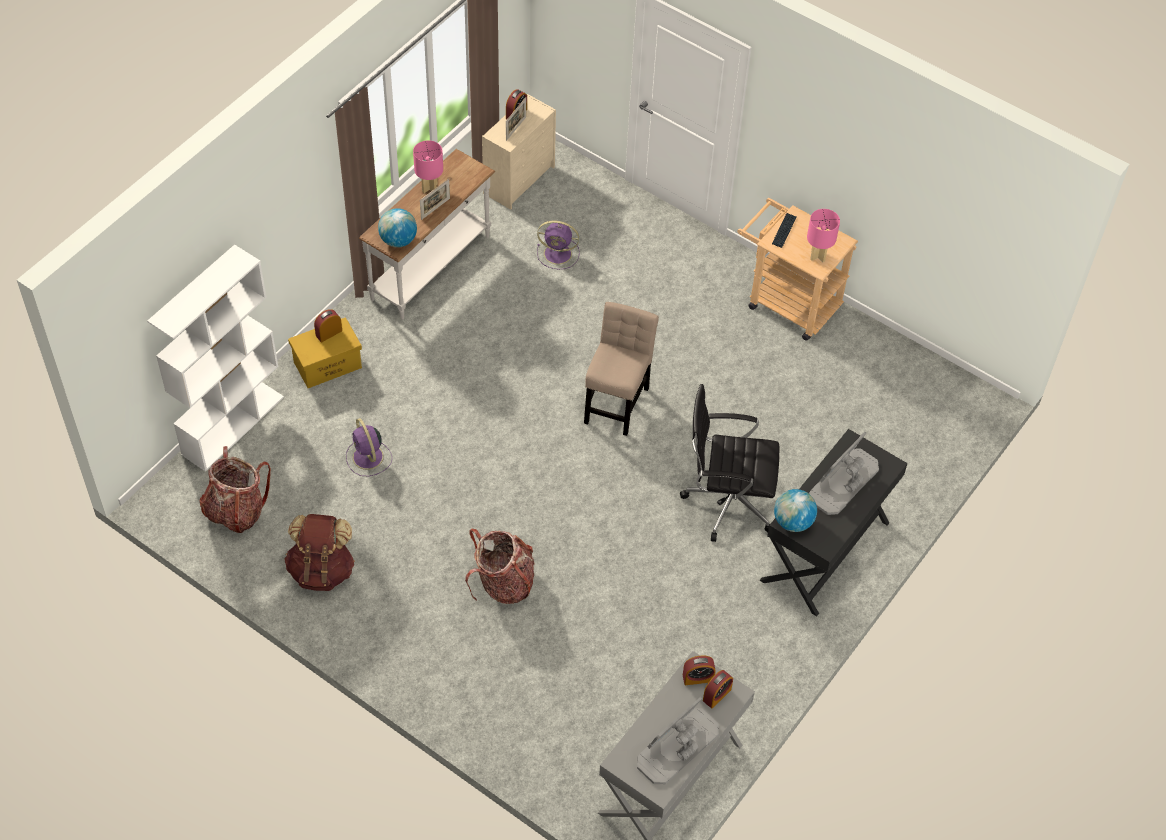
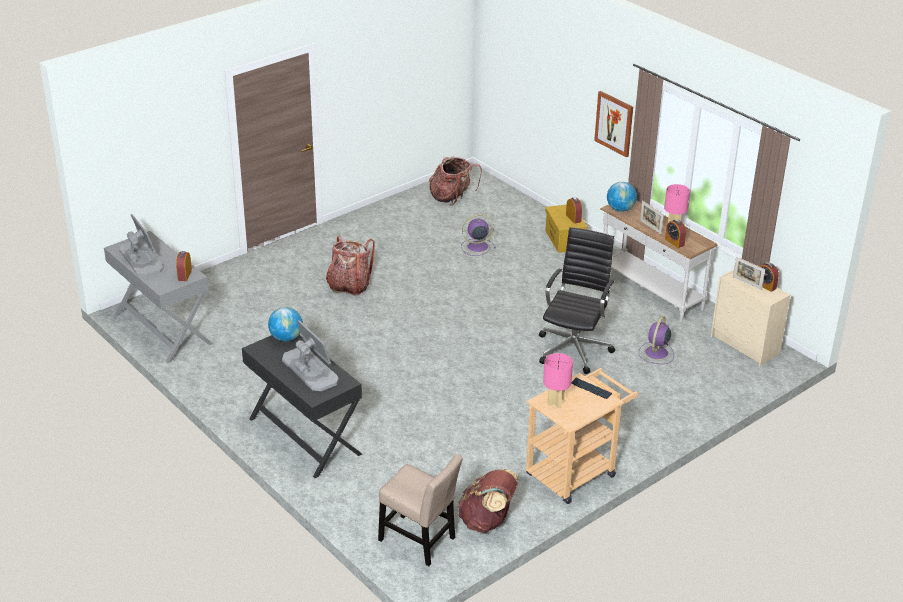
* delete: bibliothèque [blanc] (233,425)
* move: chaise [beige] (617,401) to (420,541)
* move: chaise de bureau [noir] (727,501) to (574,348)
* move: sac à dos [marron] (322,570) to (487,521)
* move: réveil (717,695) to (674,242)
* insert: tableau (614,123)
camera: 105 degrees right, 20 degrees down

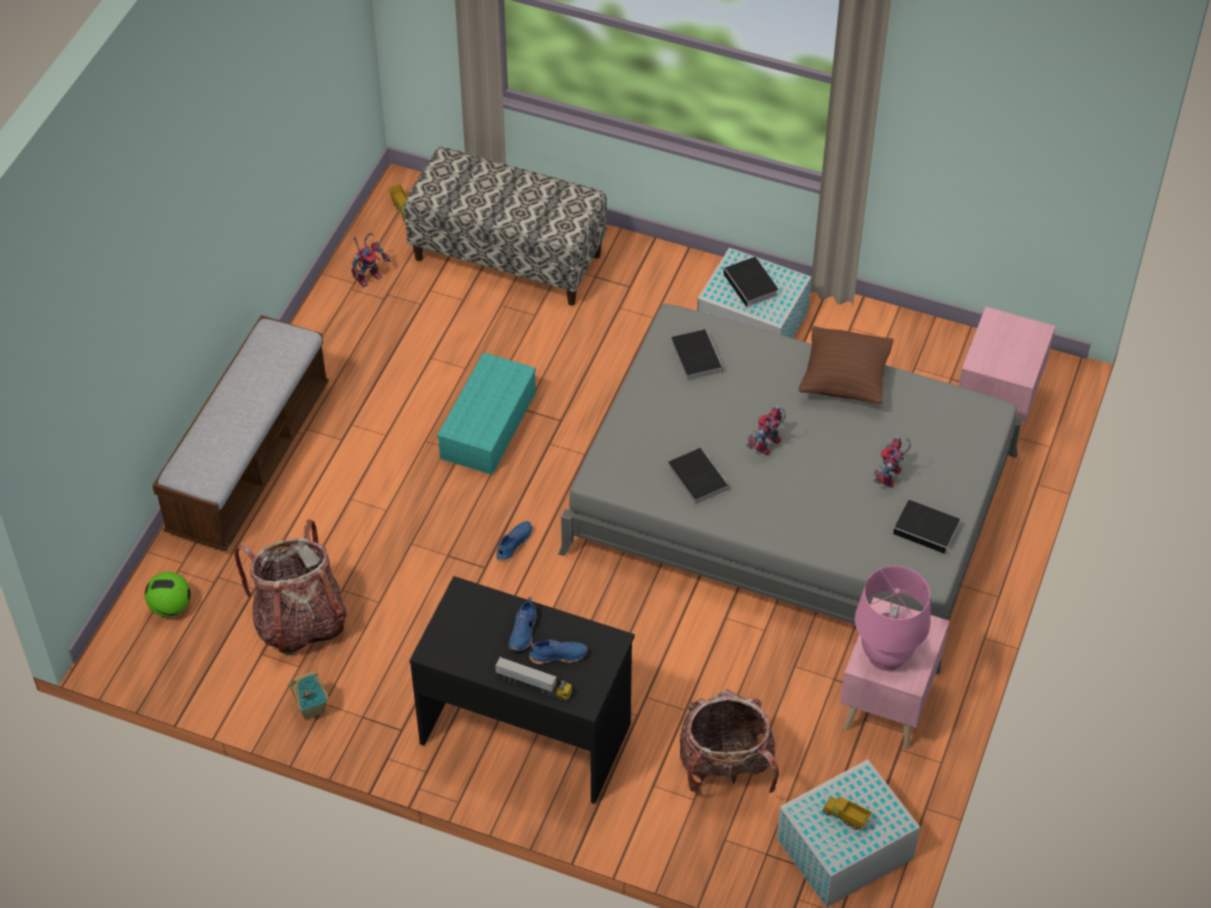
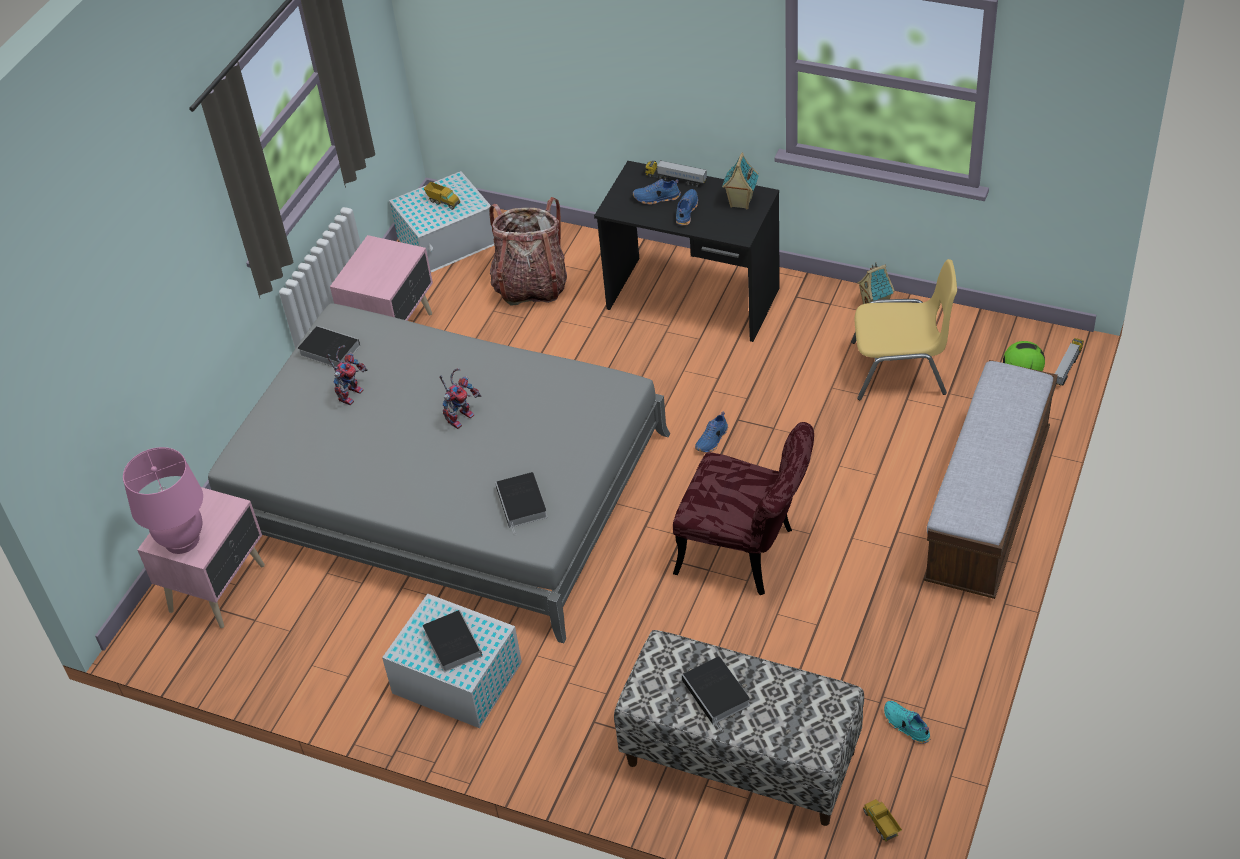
* replace: robot jouet (369,276) to chaussure [turquoise] (905,726)
* delete: coussin [marron] (844,380)
* replace: boîte de rangement [turquoise] (487,423) to chaise [rouge] (747,553)
* move: livre (696,478) to (717,694)
* replace: sac à dos (300,621) to chaise [jaune] (900,369)
* move: lampe de table [rose] (886,655) to (182,540)
* insert: maison miniature (740,203)
* insert: camion jouet (1067,367)
camera: 175 degrees left, 5 degrees down

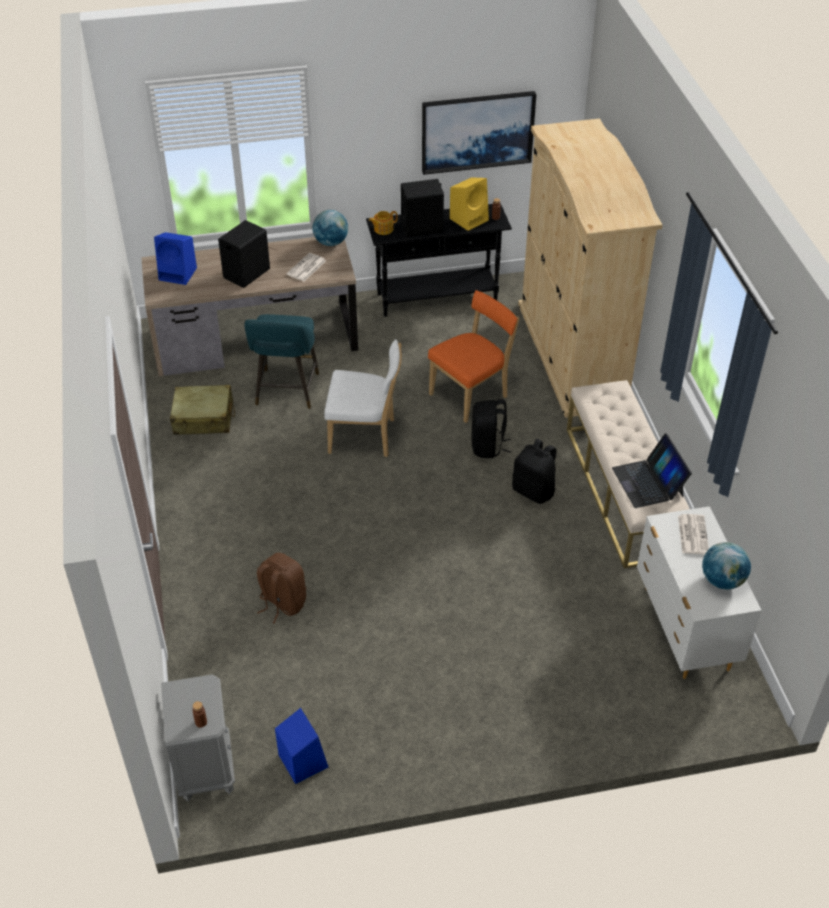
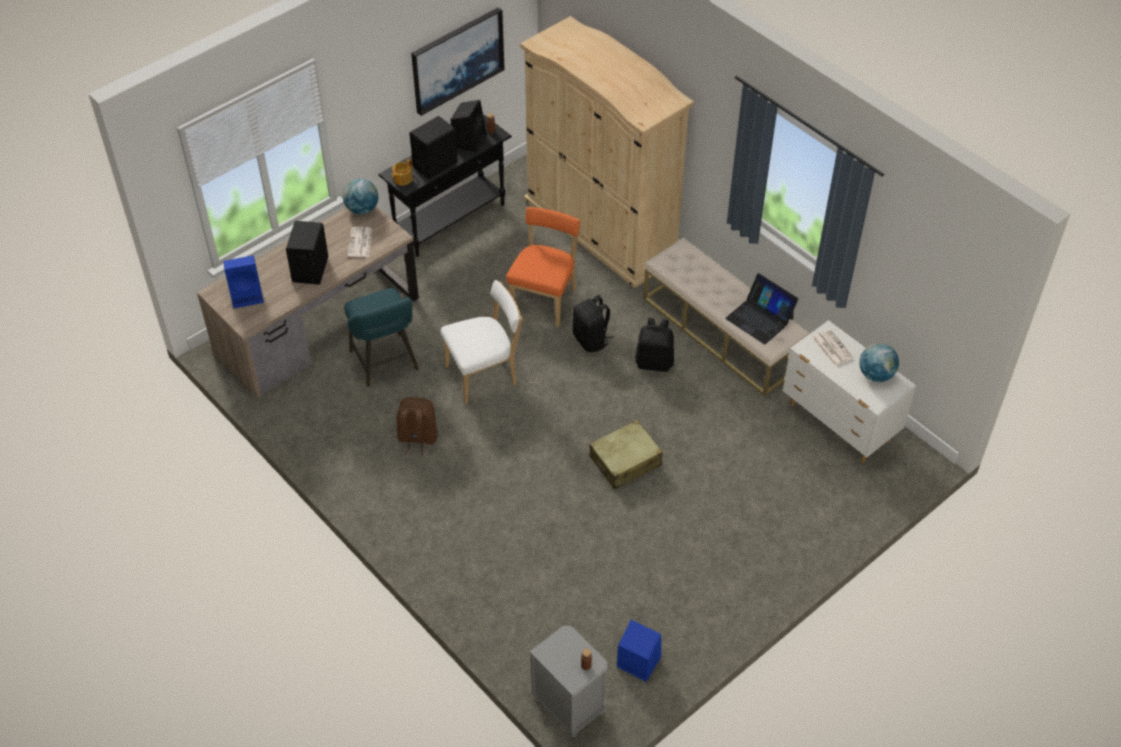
* recolor: enceinte [jaune] (469,219) to enceinte [noir] (469,140)
* move: valise [beige] (204,418) to (625,461)
* move: sac à dos [marron] (282,603) to (417,439)
camera: 30 degrees left, 5 degrees up

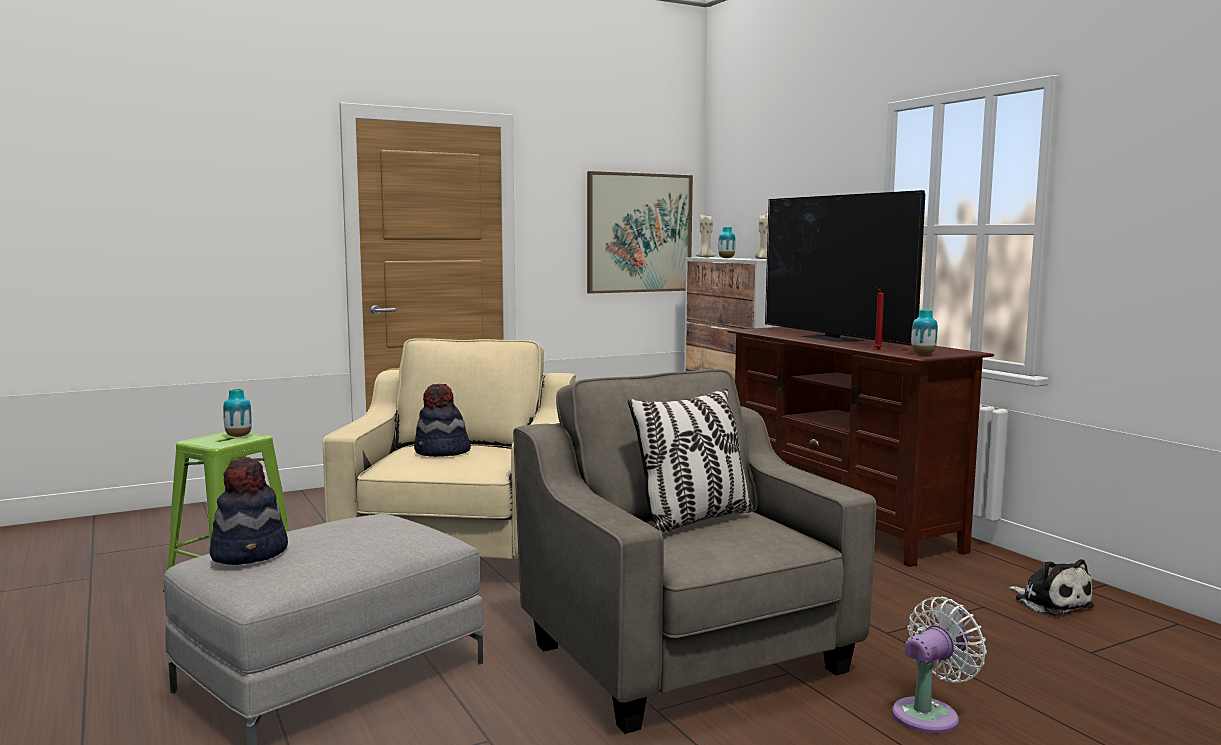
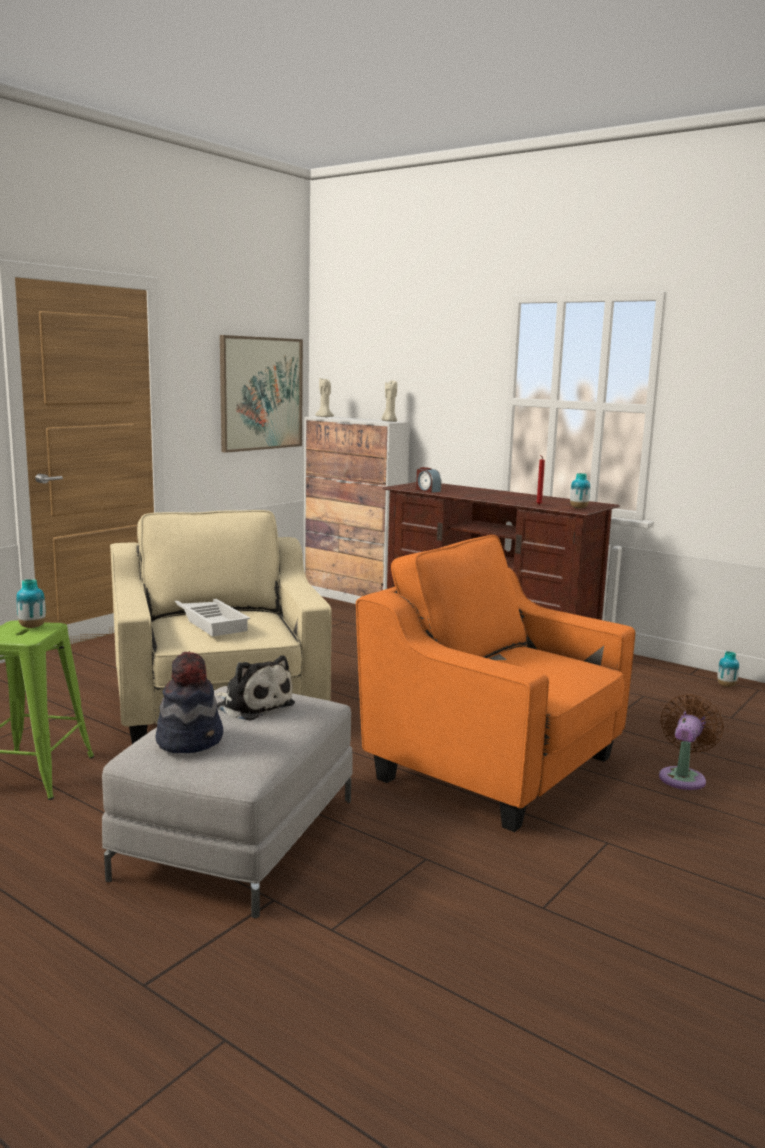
* delete: téléviseur (833,338)
* move: vase (726,258) to (726,686)
* recolor: fauteuil [gris] (688,656) to fauteuil [orange] (495,767)
* replace: chapeau (442,452) to plateau [blanc] (212,621)
* delete: coussin (693,521)
* move: peluche (1050,602) to (253,705)
* recolor: ventilateur [blanc] (930,714) to ventilateur [marron] (683,777)
* insert: réveil (427,490)
camera: 25 degrees left, 5 degrees up

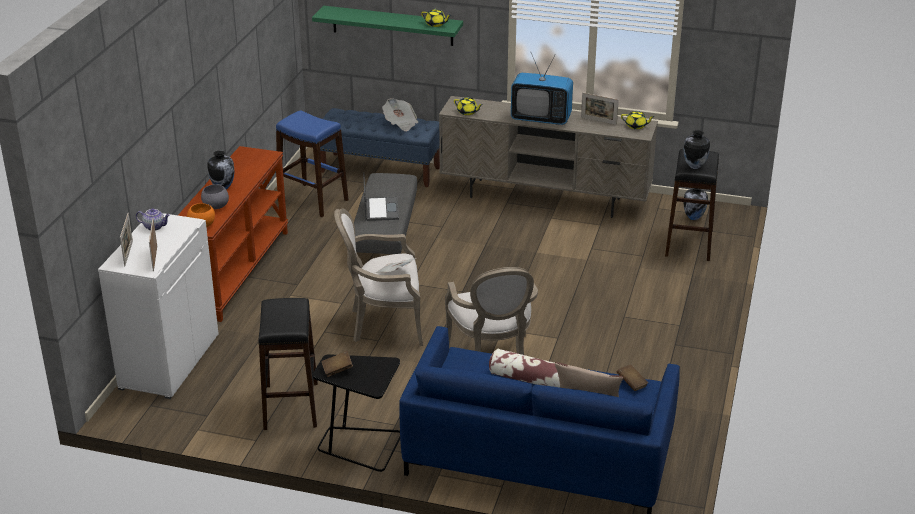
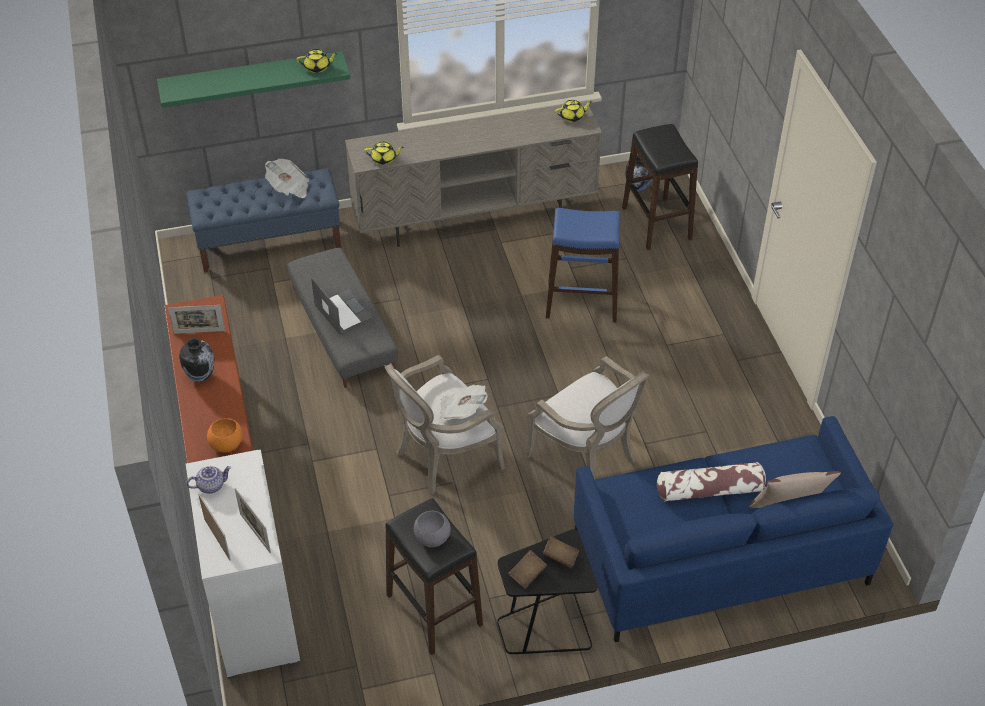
* delete: téléviseur (541,118)
* move: cadre photo (598,121) to (199,332)
* move: tabouret [bleu] (313,200) to (582,302)
* delete: vase (694,166)
* move: bol [gris] (215,206) to (431,537)
* move: livre [marron] (631,384) to (560,557)
camera: 30 degrees left, 15 degrees up

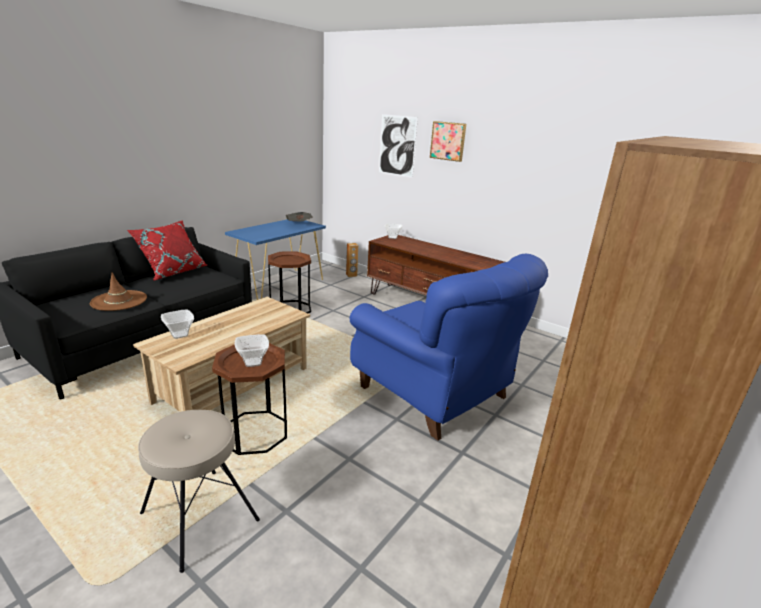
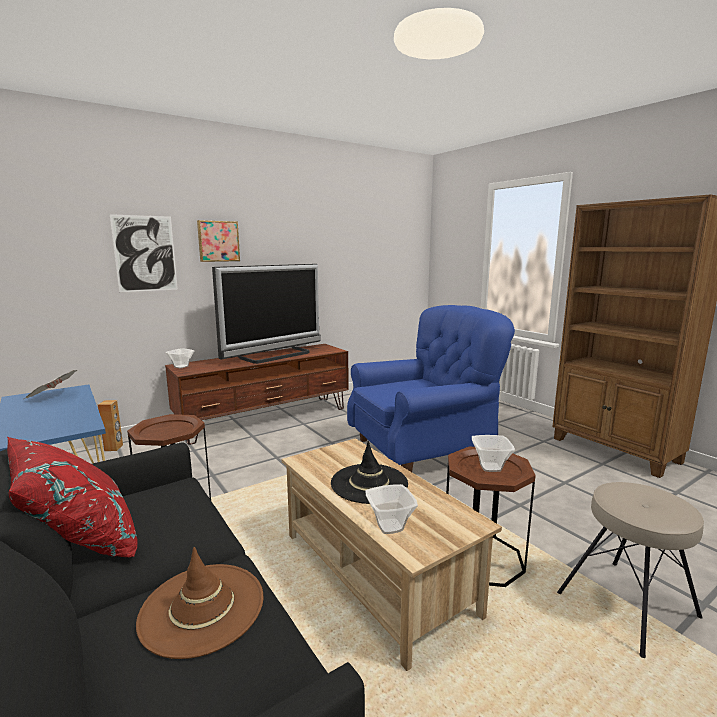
* insert: téléviseur (276,355)
* insert: chapeau [noir] (369,483)
camera: 70 degrees left, 10 degrees down

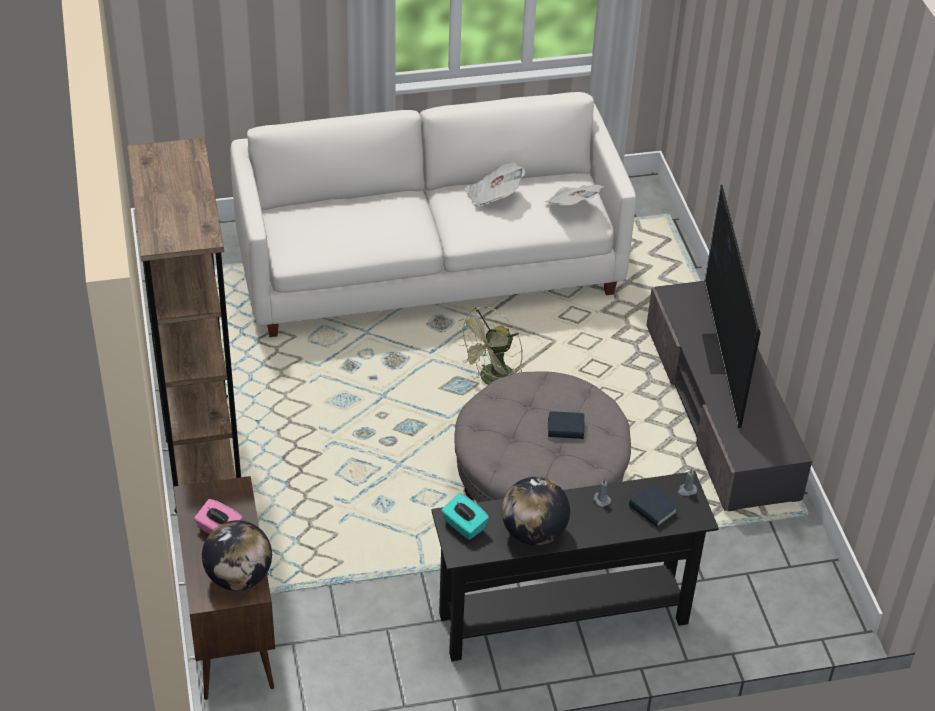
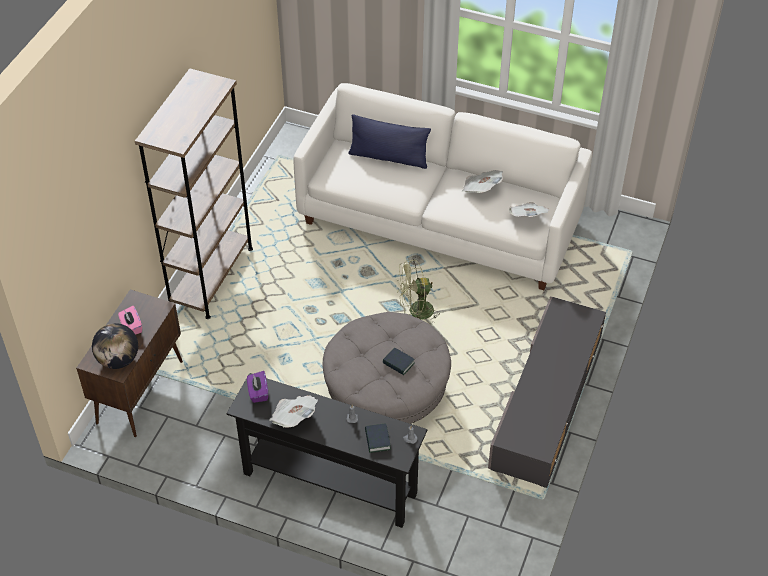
* delete: téléviseur (722,354)
* replace: globe (533,533) to journal (293,417)
* recolor: boîte à mouchoirs [turquoise] (464,526) to boîte à mouchoirs [violet] (258,393)
* insert: coussin [bleu] (388,157)
camera: 35 degrees right, 5 degrees up

